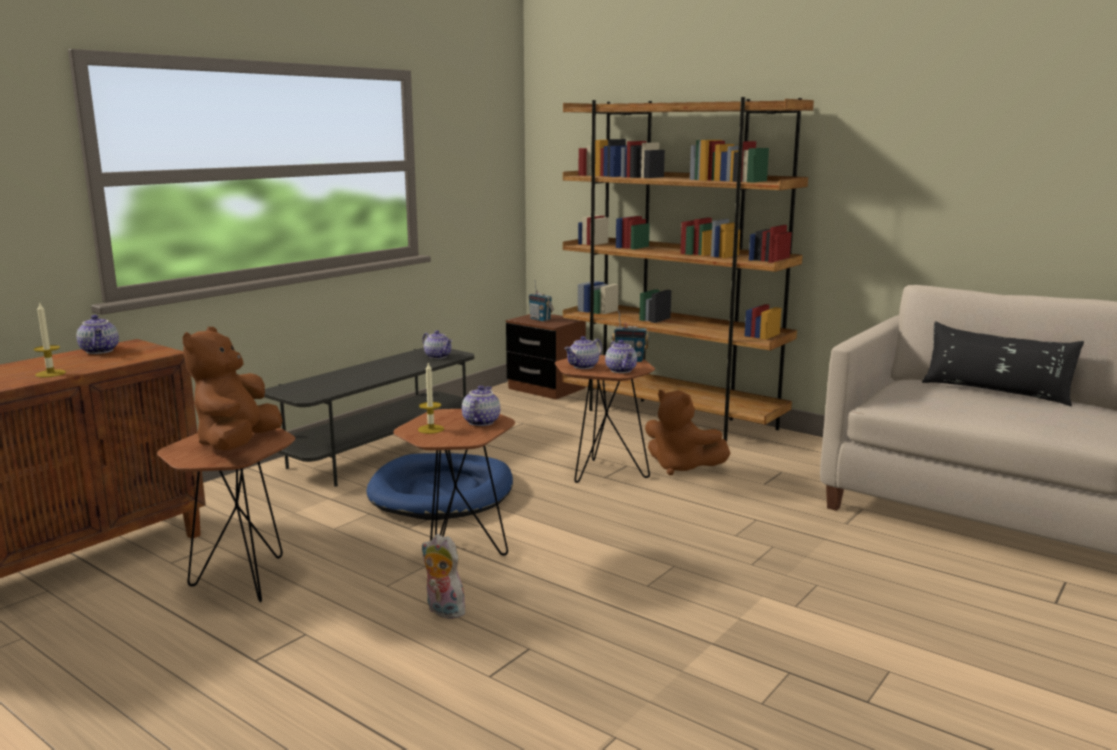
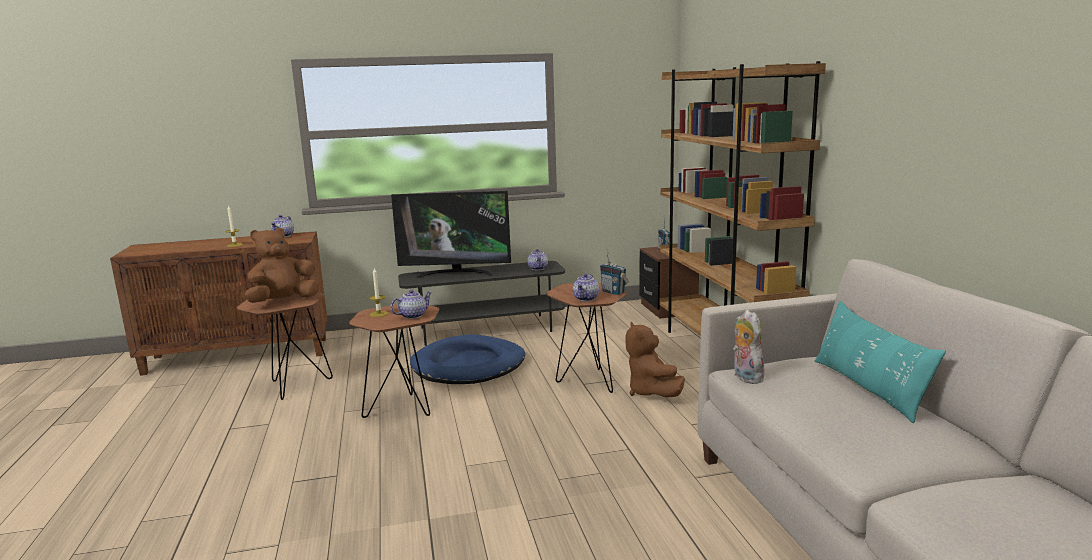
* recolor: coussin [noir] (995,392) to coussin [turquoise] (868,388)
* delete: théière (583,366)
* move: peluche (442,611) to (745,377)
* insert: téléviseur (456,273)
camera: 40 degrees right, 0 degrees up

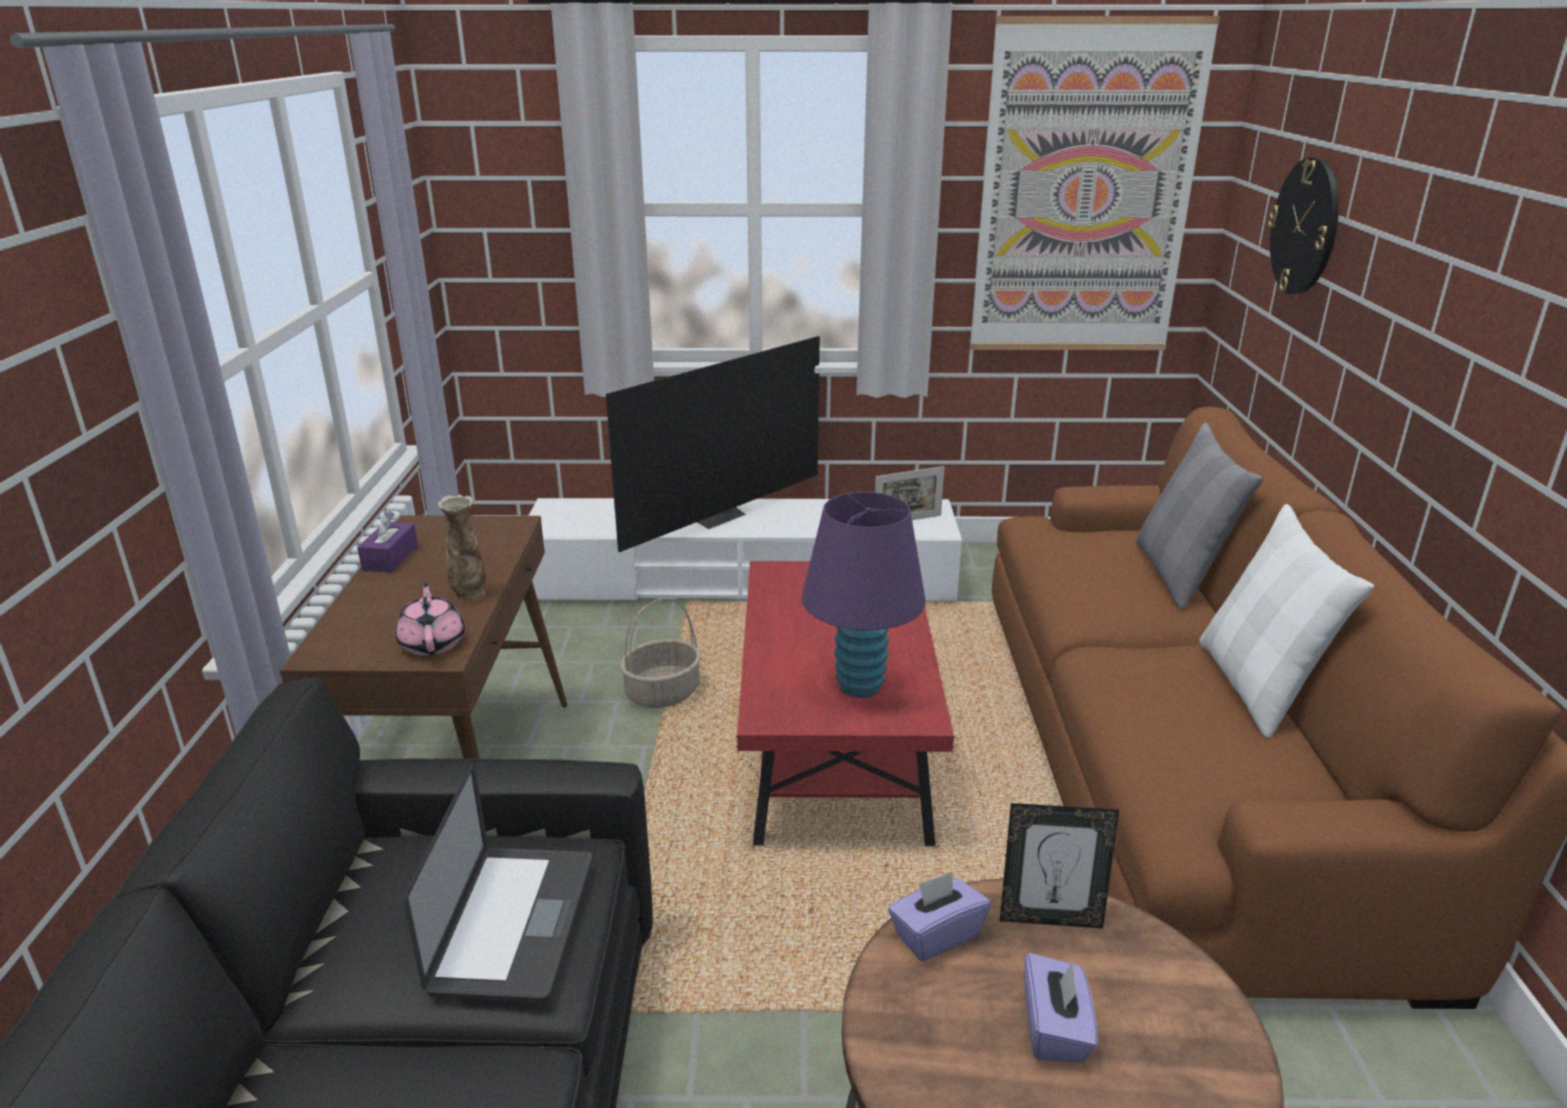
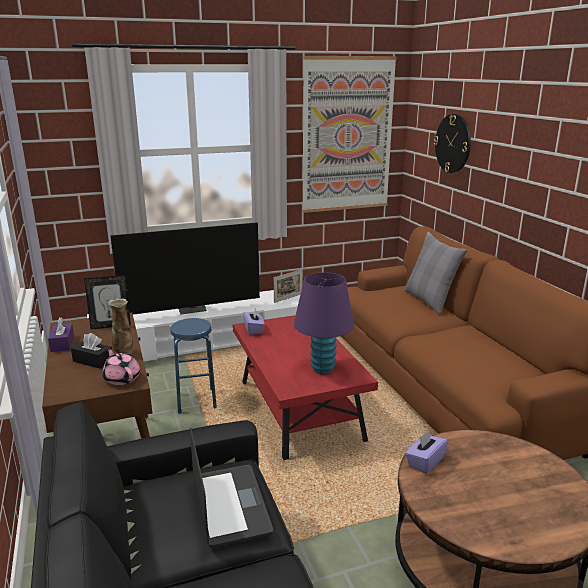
* rotate: téléviseur (716,516) = (192,309) 45 degrees clockwise
* delete: coussin [blanc] (1256,687)
* replace: panier (662,693) to tabouret [bleu] (196,401)
* move: cadre photo (1050,918) to (111,326)
* move: boîte à mouchoirs [violet] (1055,1029) to (254,330)
* insert: boîte à mouchoirs [noir] (93,361)
camera: 20 degrees left, 5 degrees down

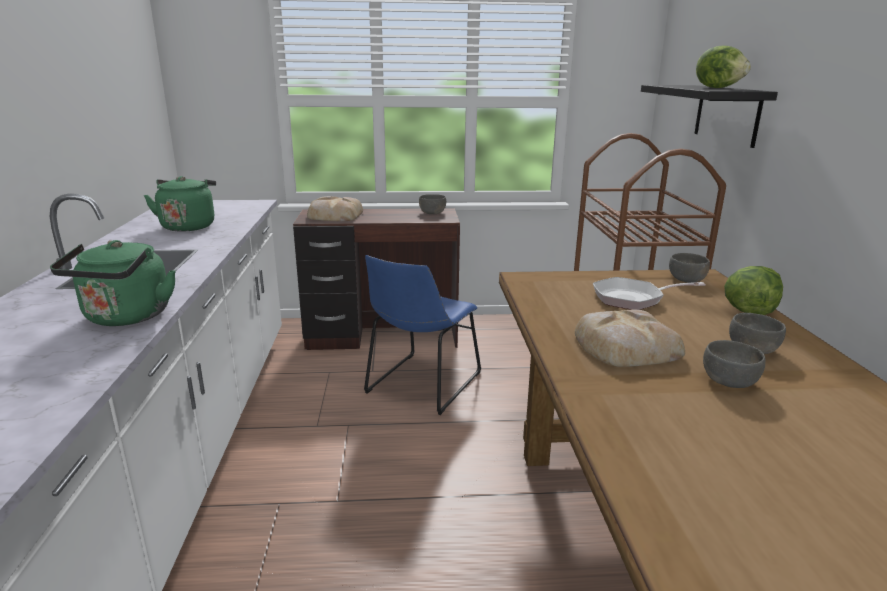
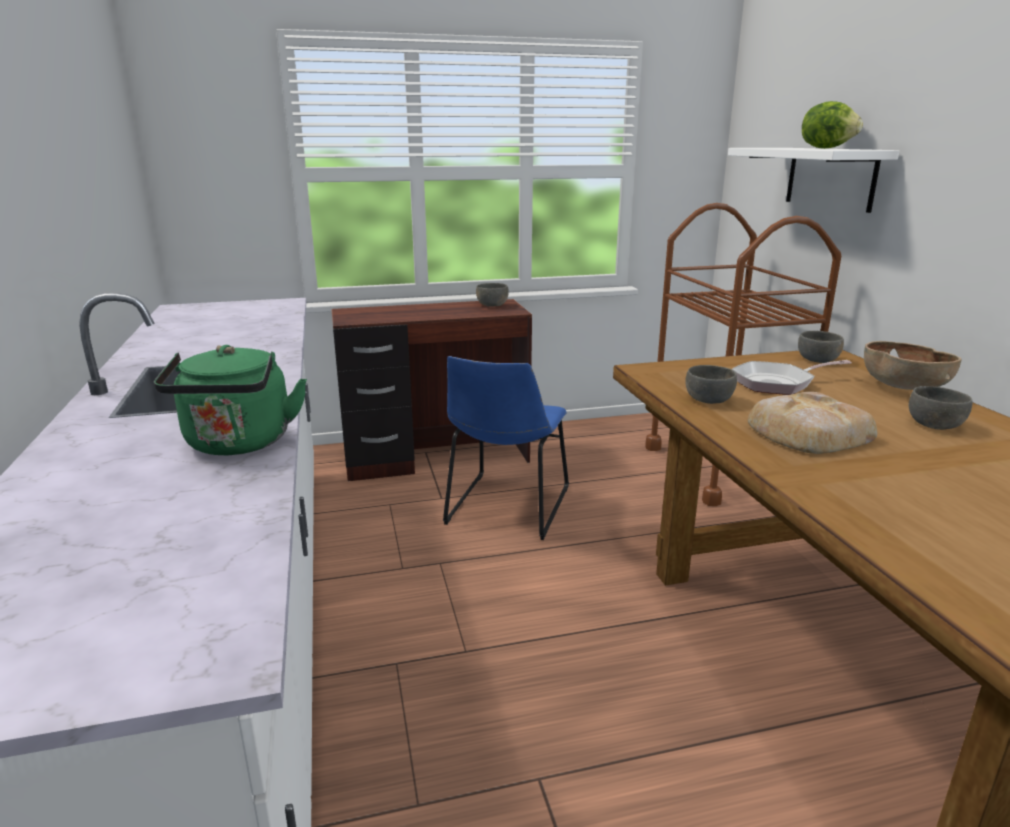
* recolor: étagère [noir] (727,114) to étagère [blanc] (830,178)
* delete: bouilloire [vert] (188,226)
* delete: pain (334,215)
* replace: laitue (748,311) to bol [marron] (902,387)
* move: bol [gris] (729,381) to (709,400)
camera: 10 degrees left, 0 degrees up

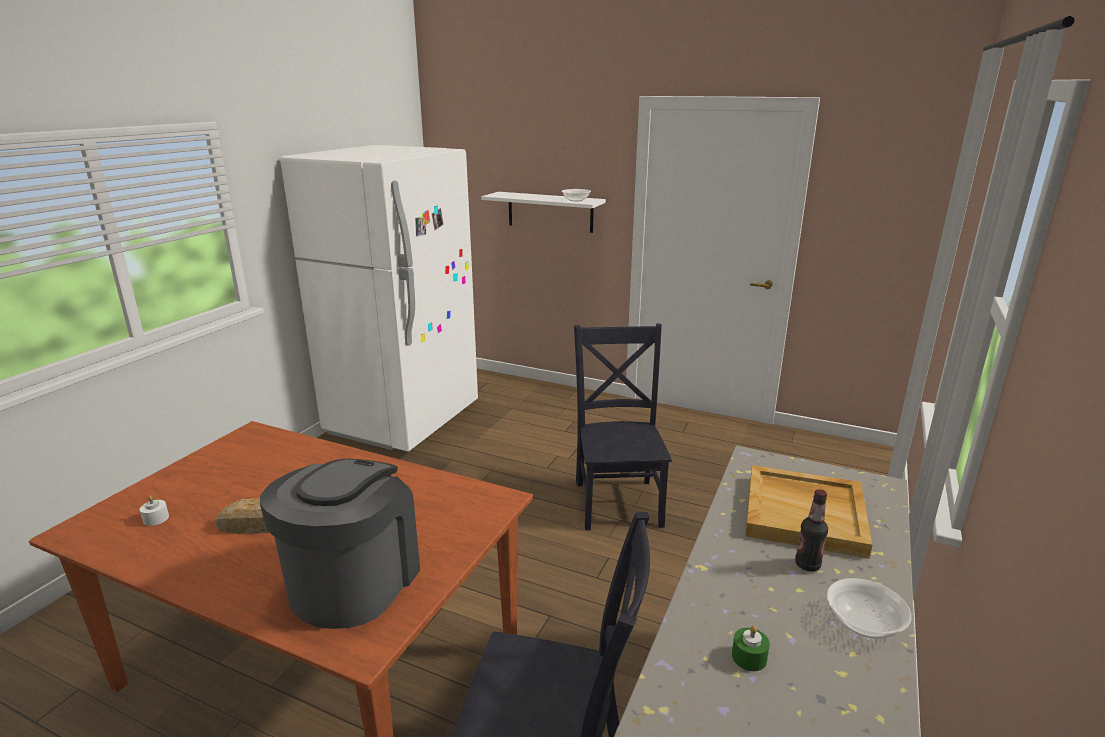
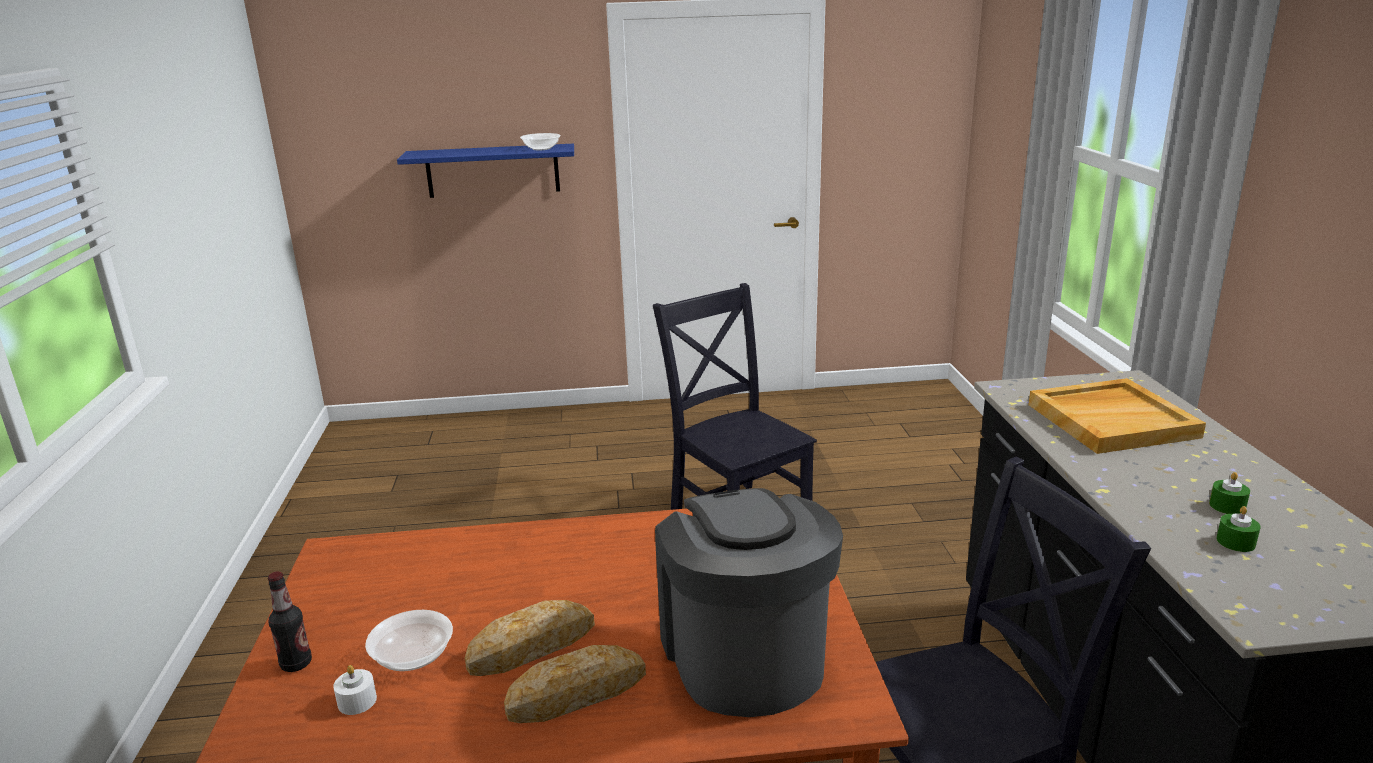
* delete: réfrigérateur [blanc] (404,419)
* recolor: étagère [blanc] (550,212) to étagère [bleu] (493,170)
* move: bouteille (807,565) to (296,664)
* move: bol (864,623) to (413,656)
* insert: bougie [vert] (1227,506)
* insert: pain (577,693)
camera: 30 degrees left, 0 degrees up

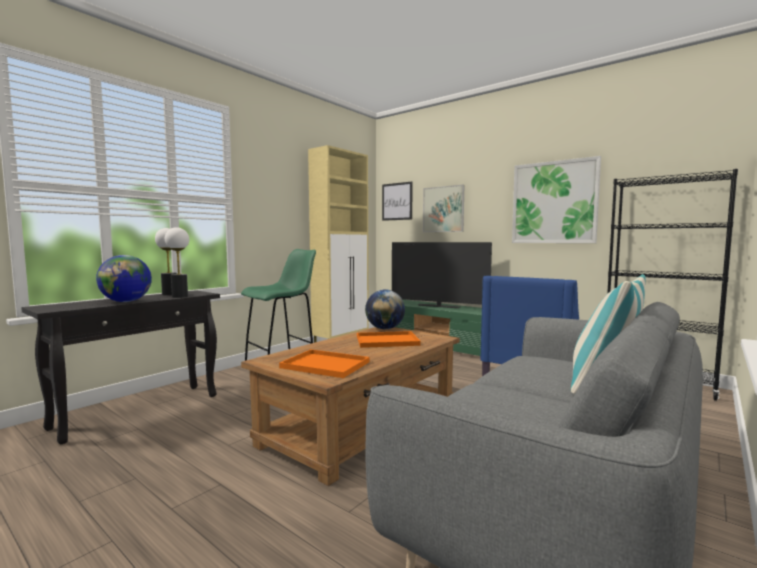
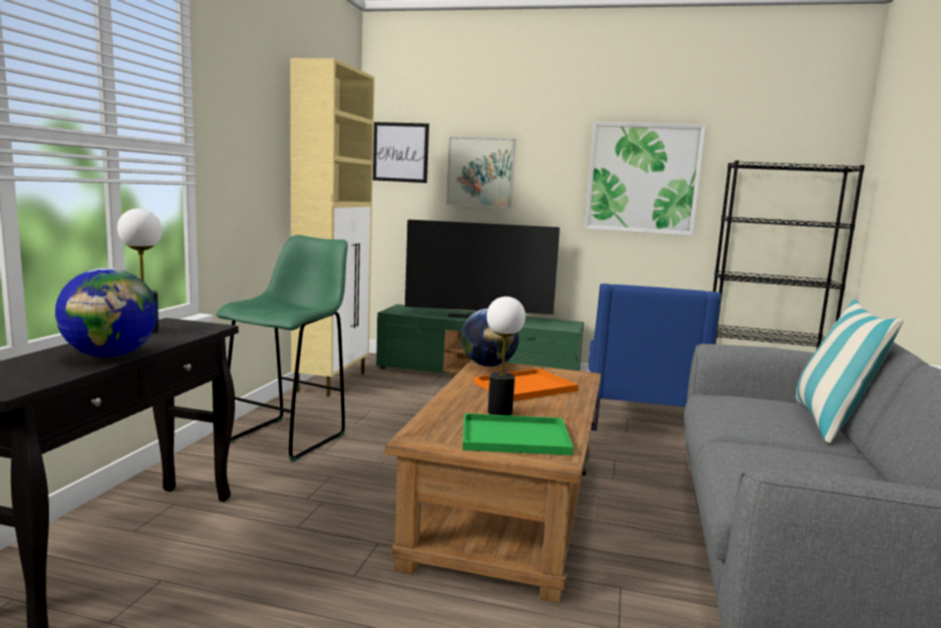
* move: lampe de table (180,296) to (499,412)
* recolor: plateau [orange] (327,365) to plateau [vert] (517,436)
camera: 25 degrees left, 5 degrees up

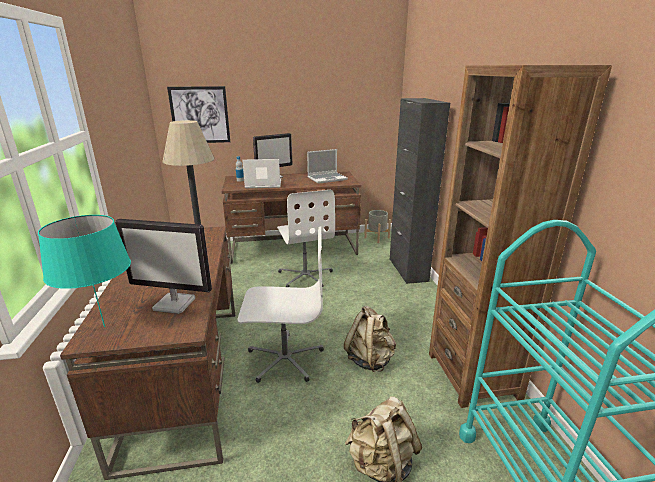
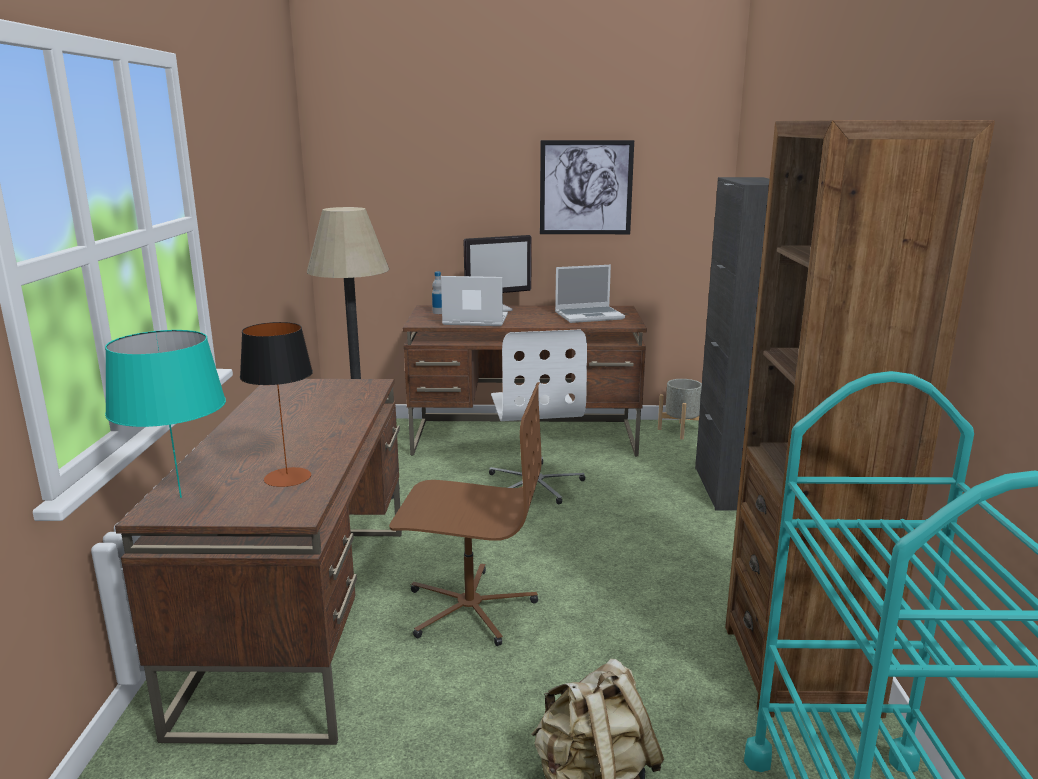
* move: tableau (200,115) to (586,188)
* replace: écran d'ordinateur (175,303) to lampe de table (287,477)
* recolor: chaise de bureau [blanc] (285,358) to chaise de bureau [marron] (469,607)
* delete: sac à dos [beige] (370,359)
camera: 10 degrees right, 5 degrees down

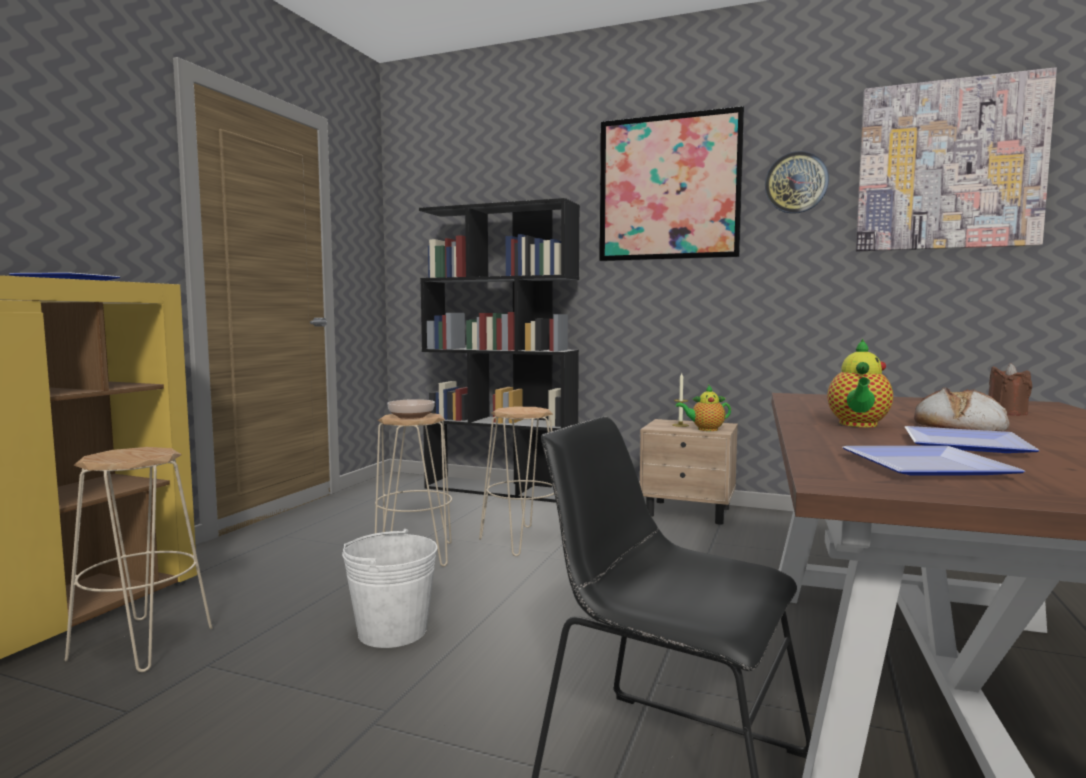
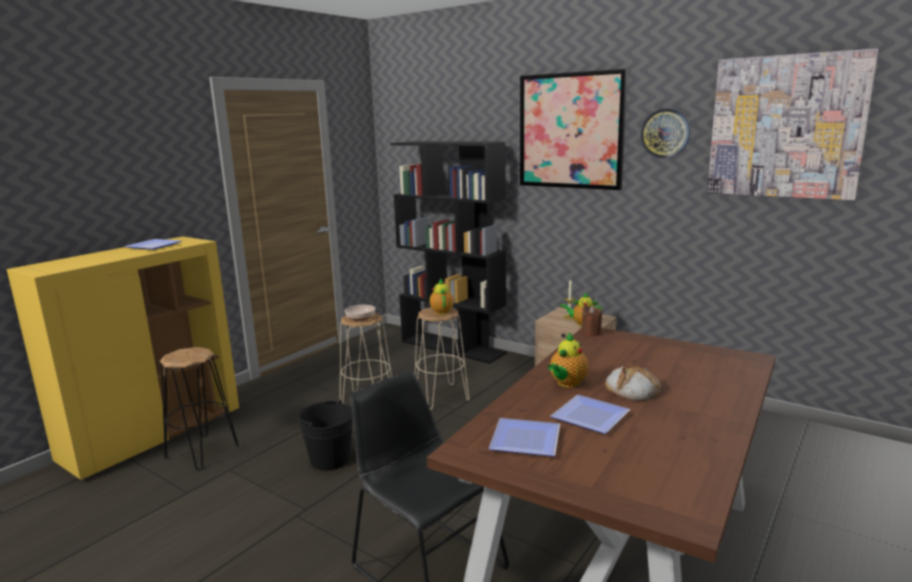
* move: bougie [marron] (1007,413) to (591,332)
* recolor: tabouret [beige] (143,644) to tabouret [noir] (203,452)
* recolor: seau [blanc] (392,631) to seau [noir] (330,459)
* insert: théière (441,311)
camera: 15 degrees right, 10 degrees up

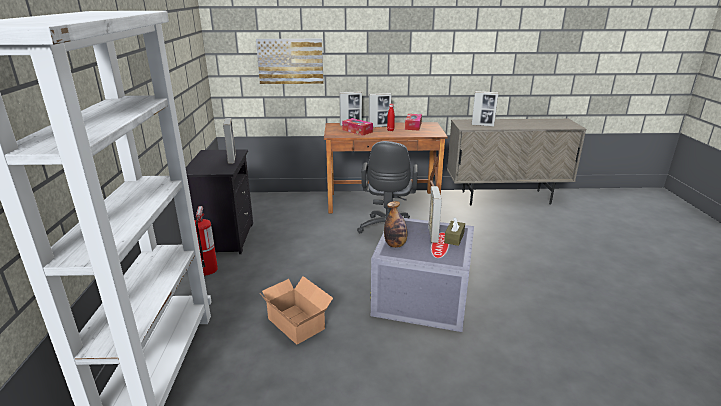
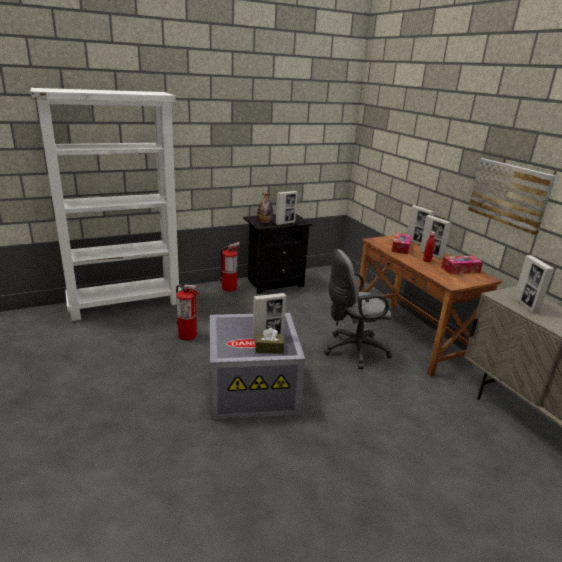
* move: tableau (290,61) to (509,194)
* move: bouteille (395,245) to (264,222)
* replace: carton (297,322) to extincteur (187,335)
camera: 65 degrees right, 0 degrees up

